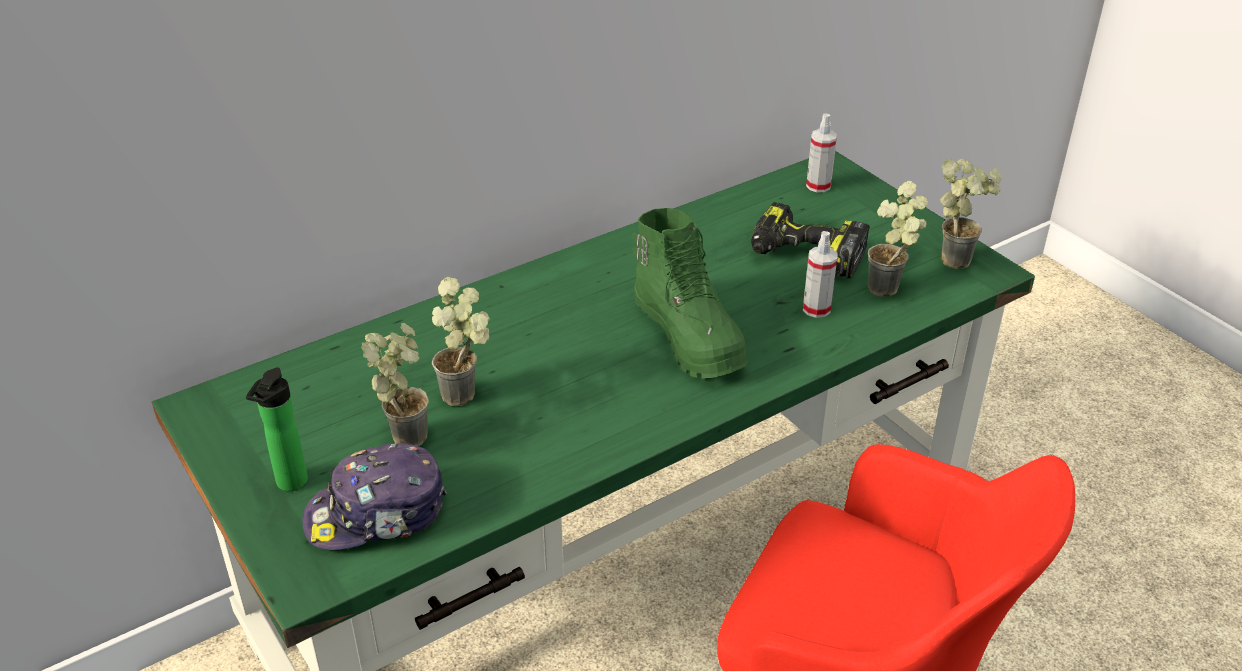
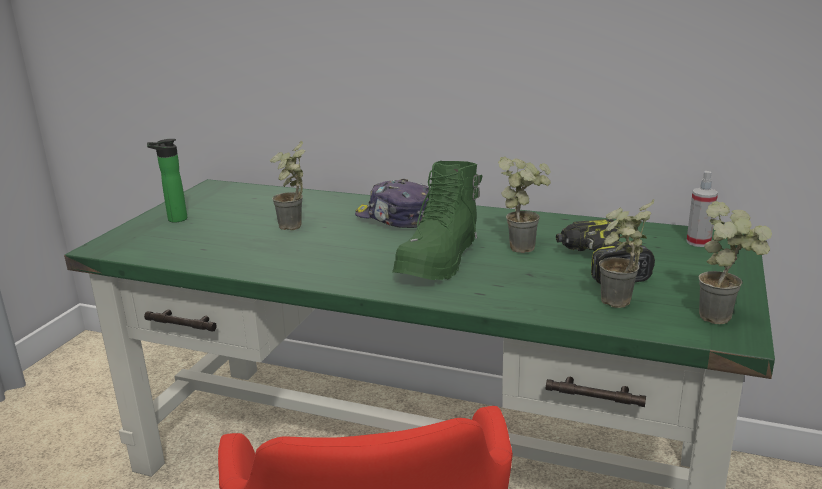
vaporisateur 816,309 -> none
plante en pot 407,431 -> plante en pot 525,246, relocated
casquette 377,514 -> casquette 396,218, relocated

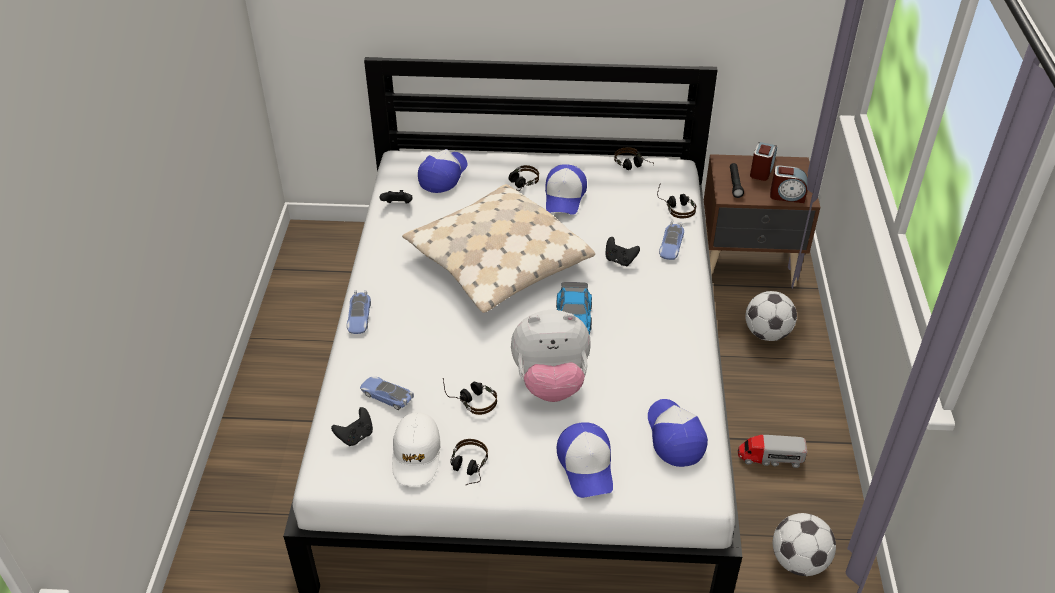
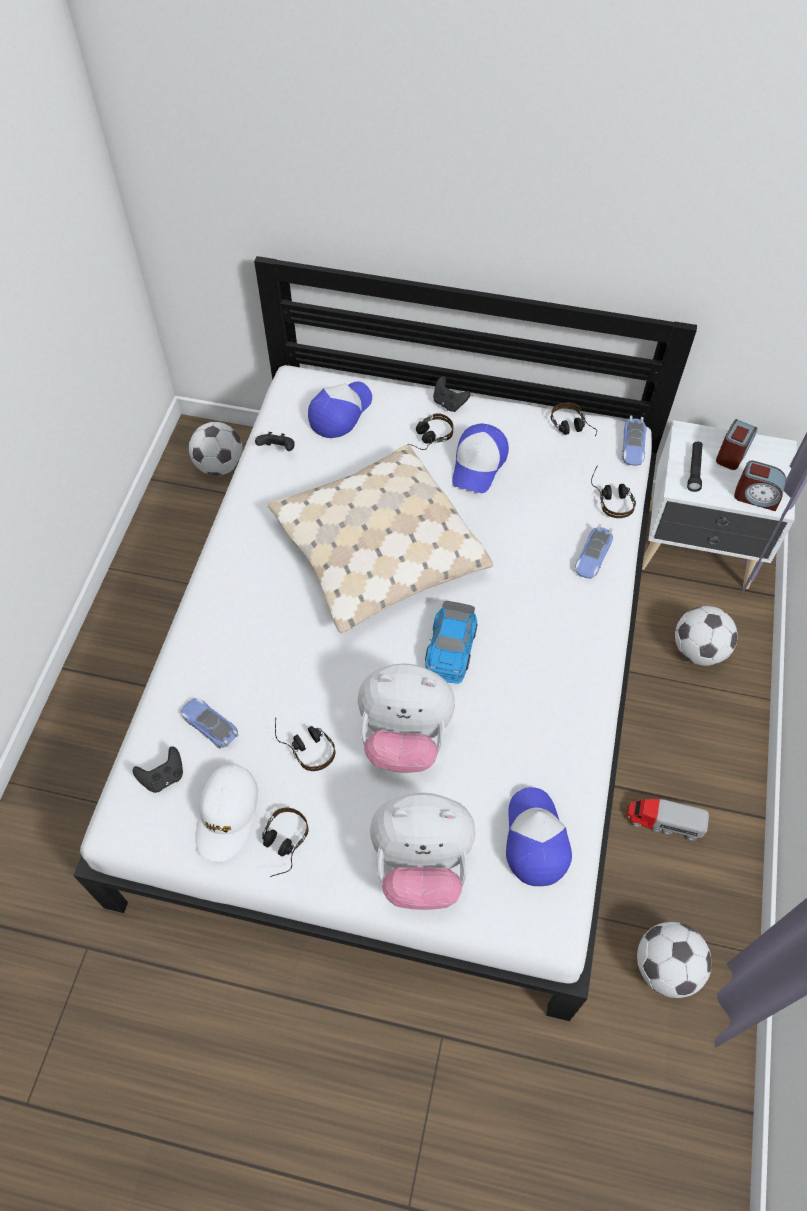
table de chevet/marron 748,264 -> table de chevet/blanc 698,550
manette/noir 620,260 -> manette/noir 449,403, relocated
petite voiture 359,317 -> petite voiture 633,446, relocated
casquette 587,465 -> peluche 421,864
none -> ballon de foot 219,466

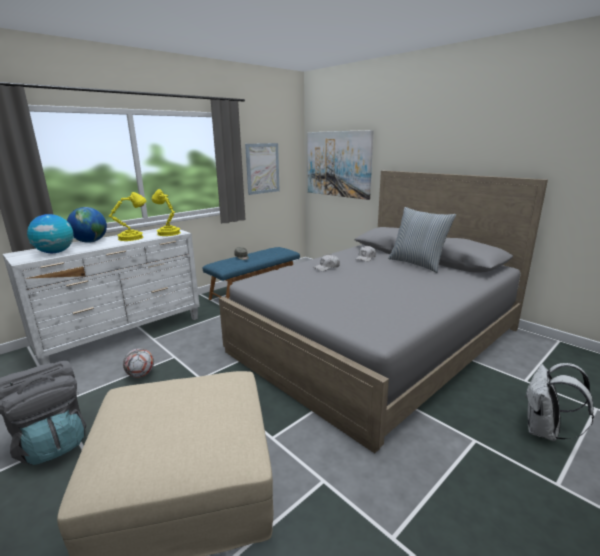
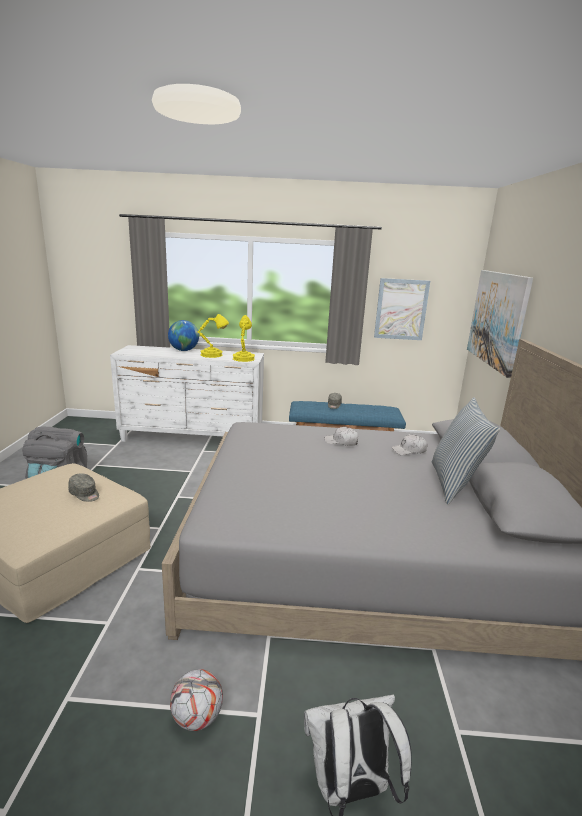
globe 55,252 -> none
ballon de foot 141,375 -> ballon de foot 197,717, relocated
none -> casquette/gris 85,494

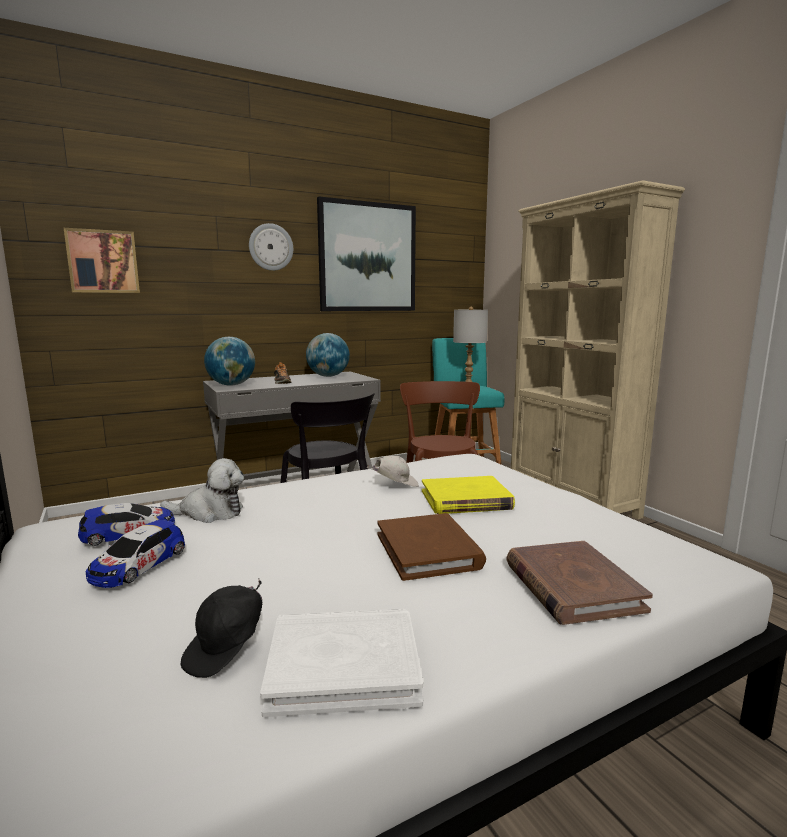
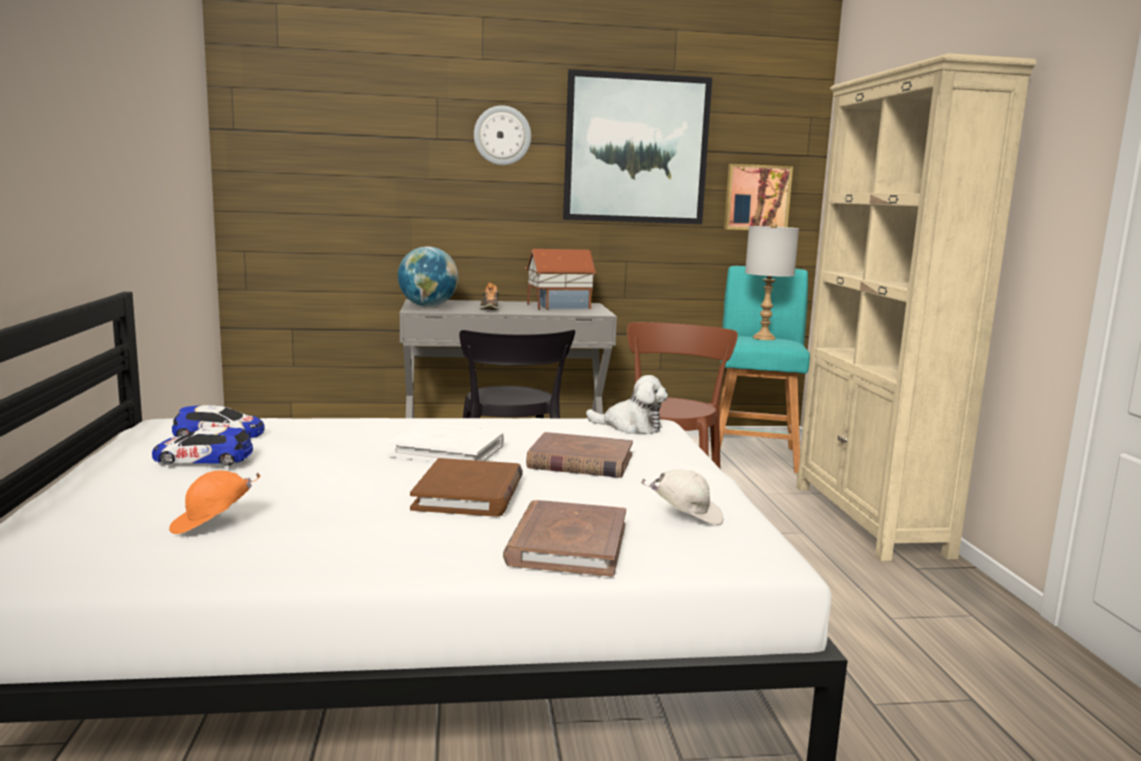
tableau 103,262 -> tableau 756,197, relocated
globe 328,376 -> maison miniature 558,306
casquette/blanc 395,485 -> casquette/blanc 686,516, relocated
peluche 210,512 -> peluche 630,427, relocated
livre/jaune 466,500 -> livre/marron 580,461
petite voiture 138,564 -> petite voiture 203,458, 45 degrees clockwise
casquette/noir 228,649 -> casquette/orange 212,524
livre/blanc 343,665 -> livre/blanc 448,450, relocated

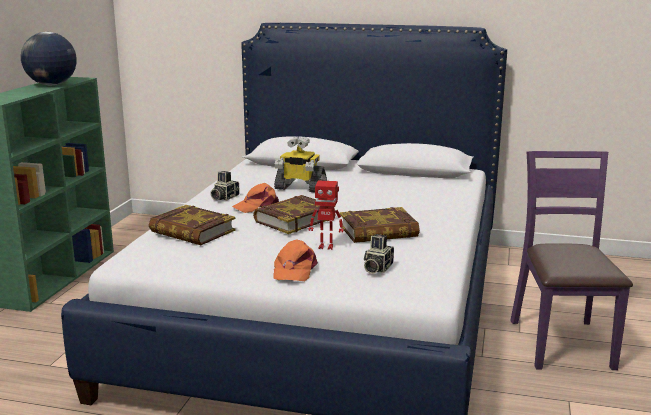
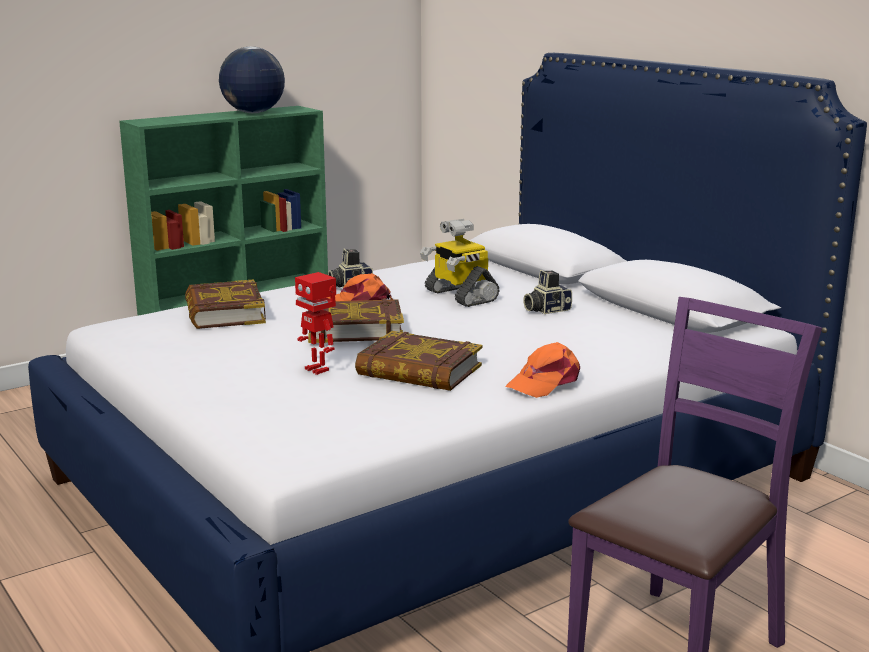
appareil photo 376,268 -> appareil photo 546,310, relocated
casquette/orange 294,270 -> casquette/orange 544,382, relocated

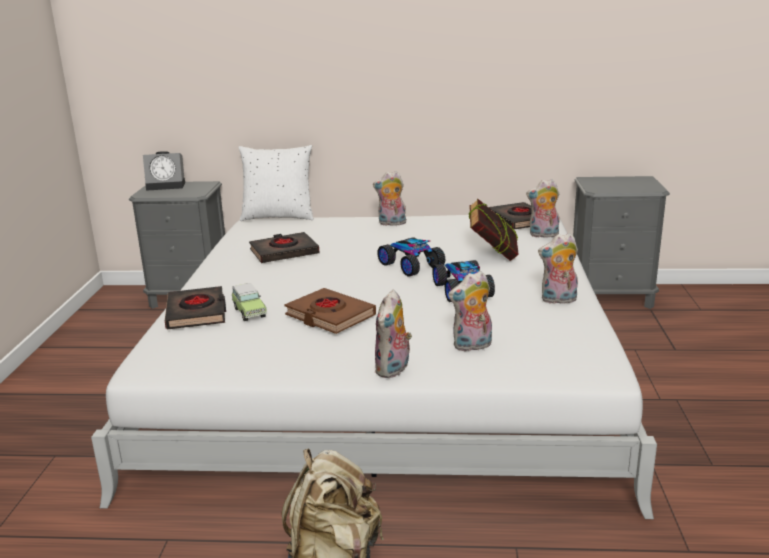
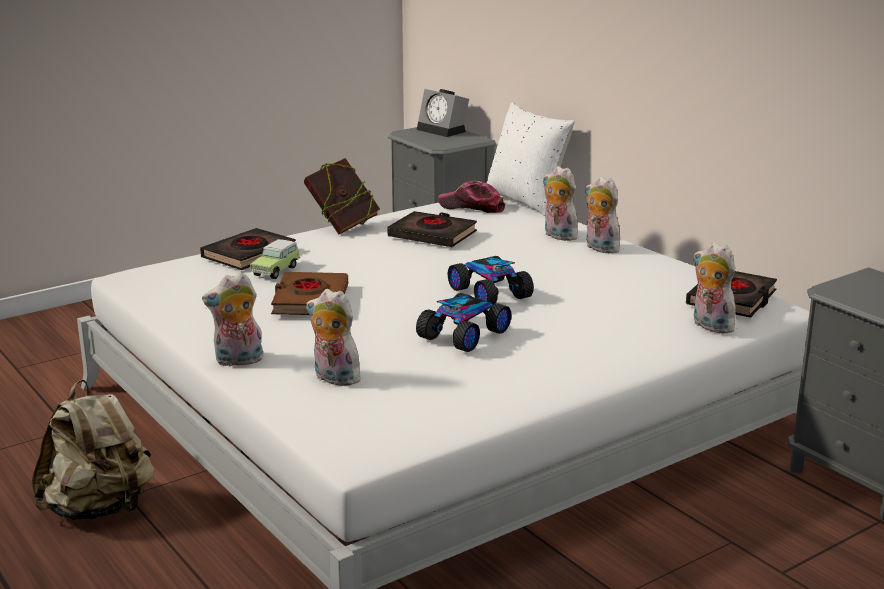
livre 492,256 -> livre 342,226, relocated
peluche 558,300 -> peluche 557,236, relocated
petite voiture 411,265 -> petite voiture 490,293, 45 degrees counterclockwise
none -> casquette 472,207

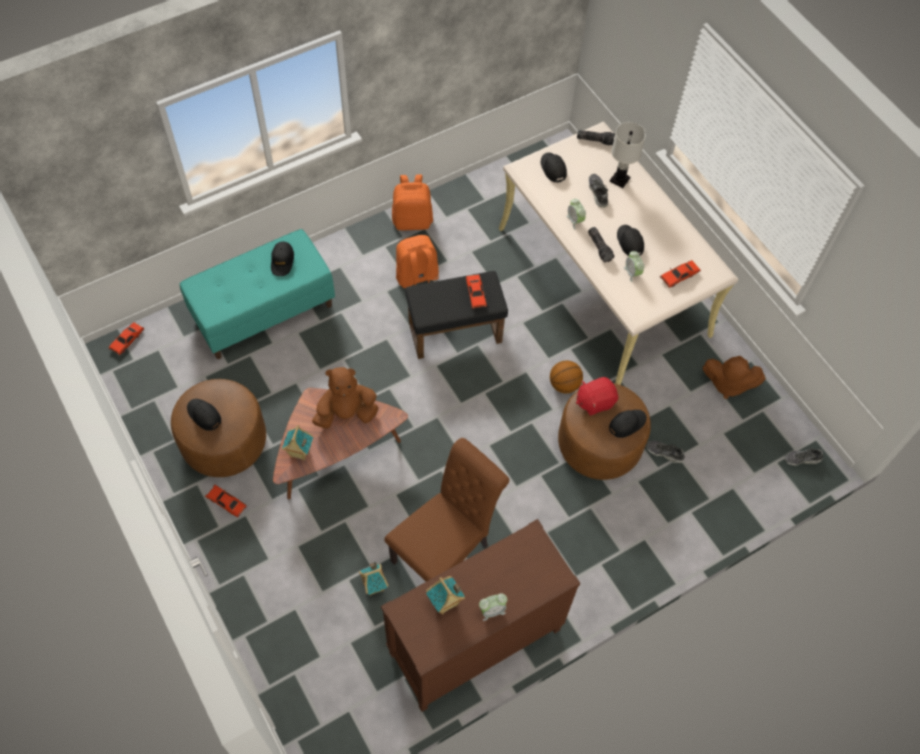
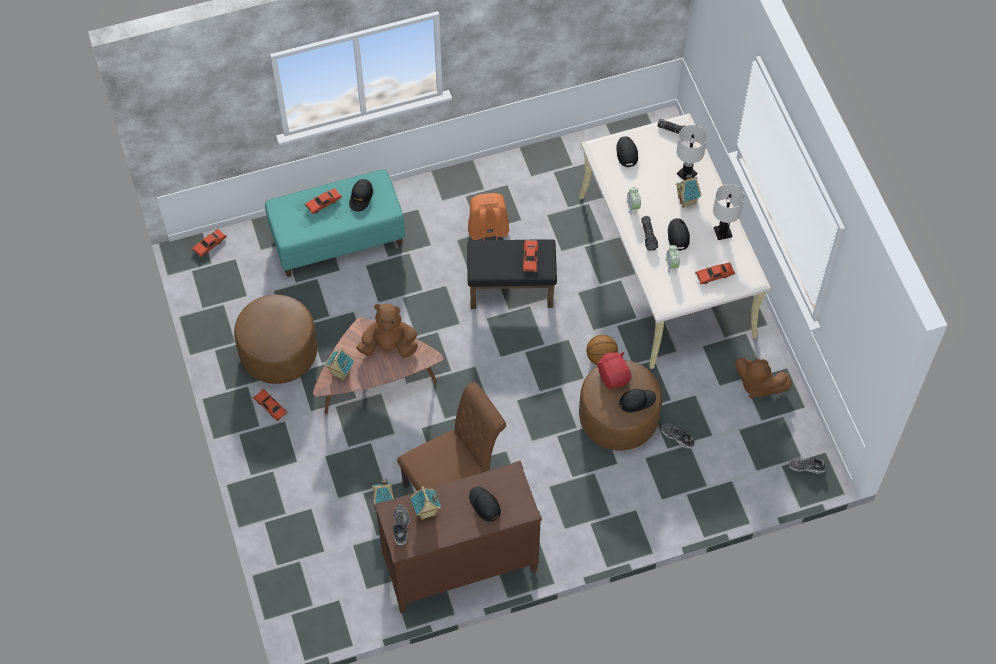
sac à dos/orange 412,220 -> none
chaussure 597,193 -> chaussure 400,526, relocated
peluche/rouge 595,401 -> peluche/rouge 613,376, 75 degrees clockwise
casquette/noir 204,415 -> casquette/noir 484,505, relocated
réveil 492,610 -> none
none -> maison miniature 687,201
none -> lampe de table/blanc 722,232
none -> petite voiture/rouge 323,203

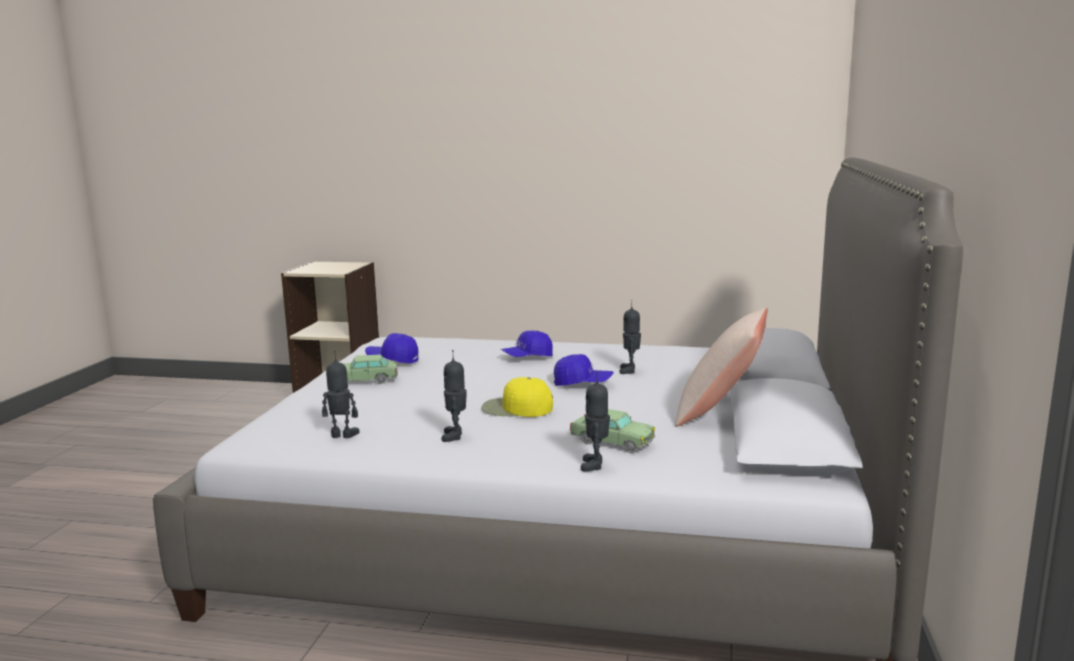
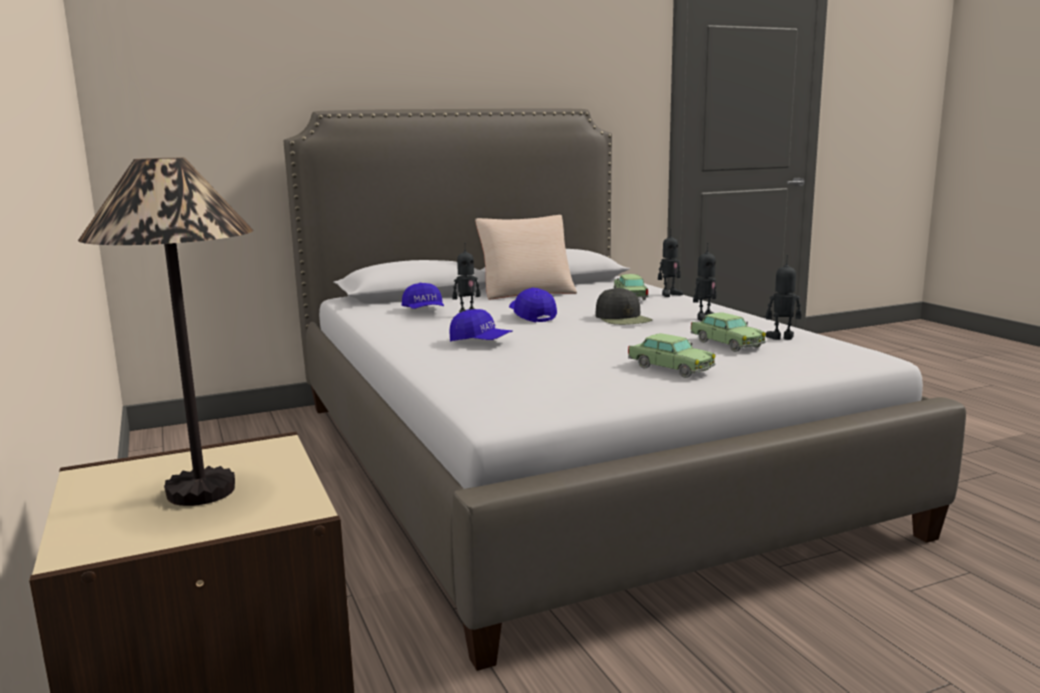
casquette/bleu 393,360 -> casquette/bleu 424,311, relocated
robot jouet 342,436 -> robot jouet 781,338, 120 degrees clockwise
casquette/jaune 516,408 -> casquette/noir 623,319
none -> lampe de table 200,491
none -> petite voiture 726,344

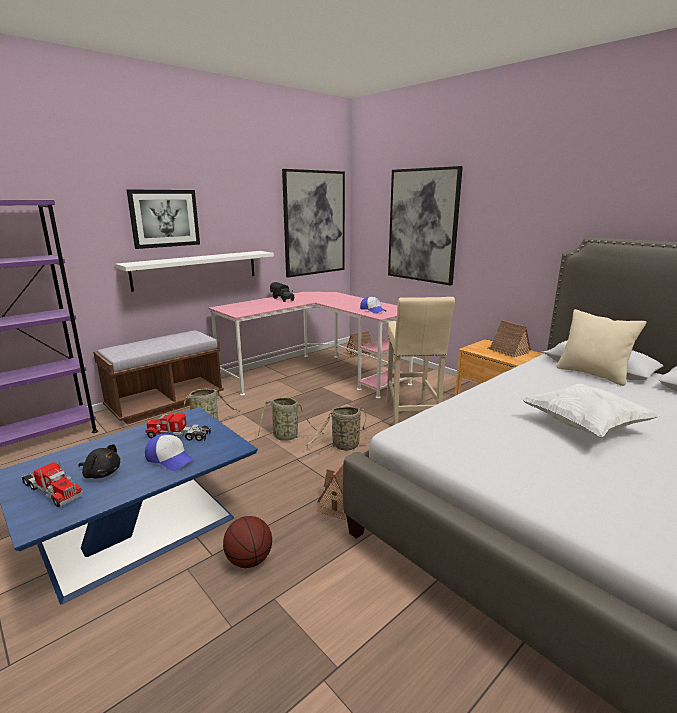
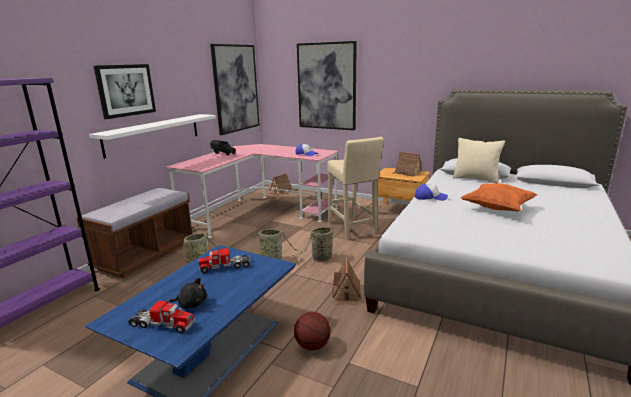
coussin/blanc 584,426 -> coussin/orange 497,208
casquette 170,458 -> casquette 430,197, relocated

